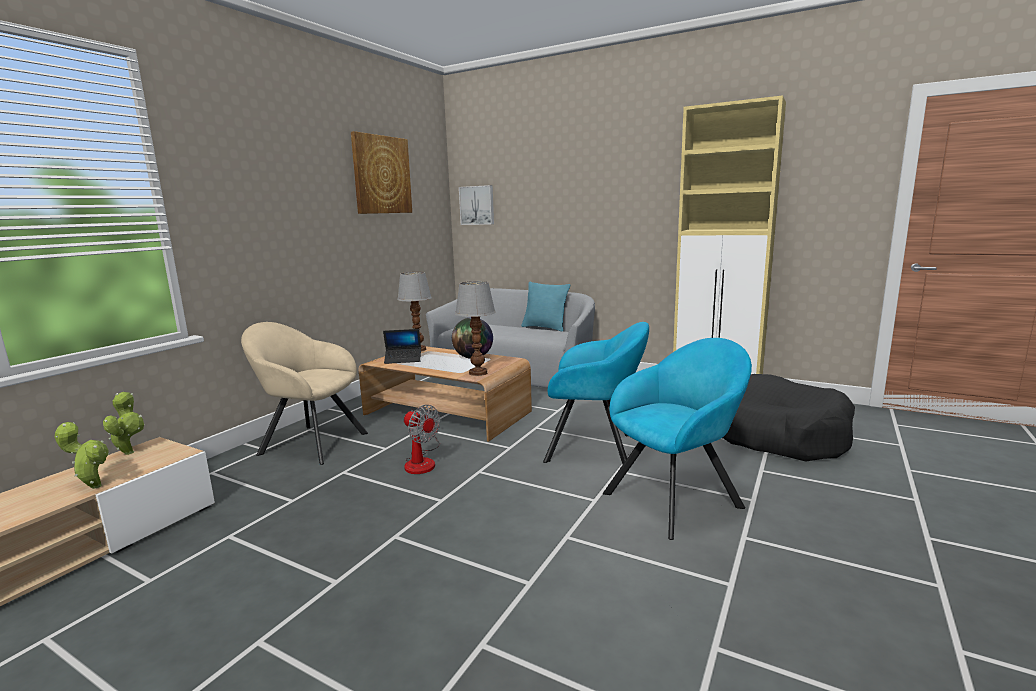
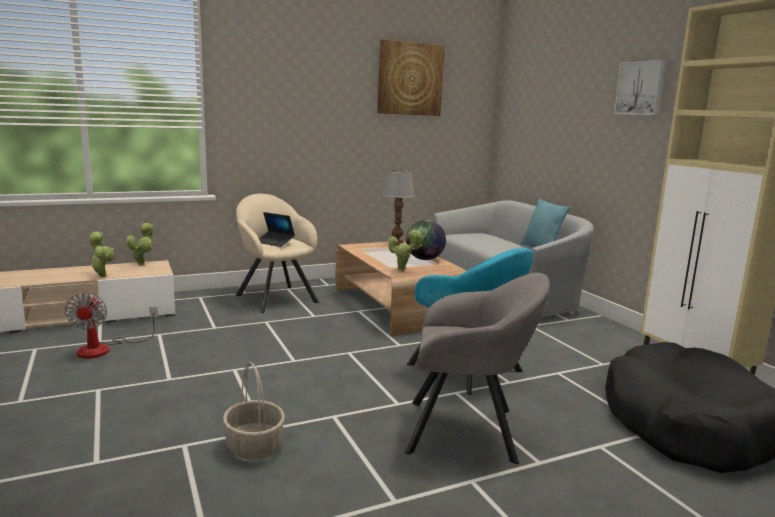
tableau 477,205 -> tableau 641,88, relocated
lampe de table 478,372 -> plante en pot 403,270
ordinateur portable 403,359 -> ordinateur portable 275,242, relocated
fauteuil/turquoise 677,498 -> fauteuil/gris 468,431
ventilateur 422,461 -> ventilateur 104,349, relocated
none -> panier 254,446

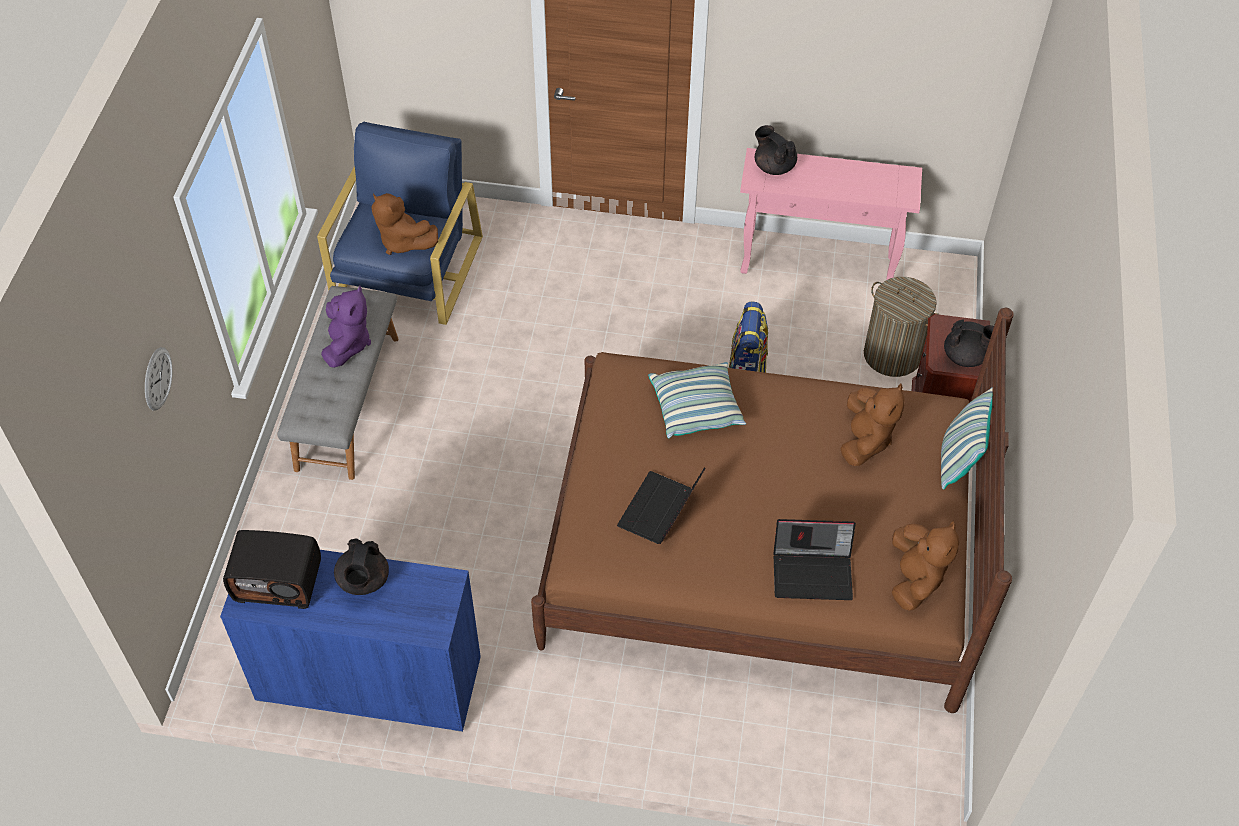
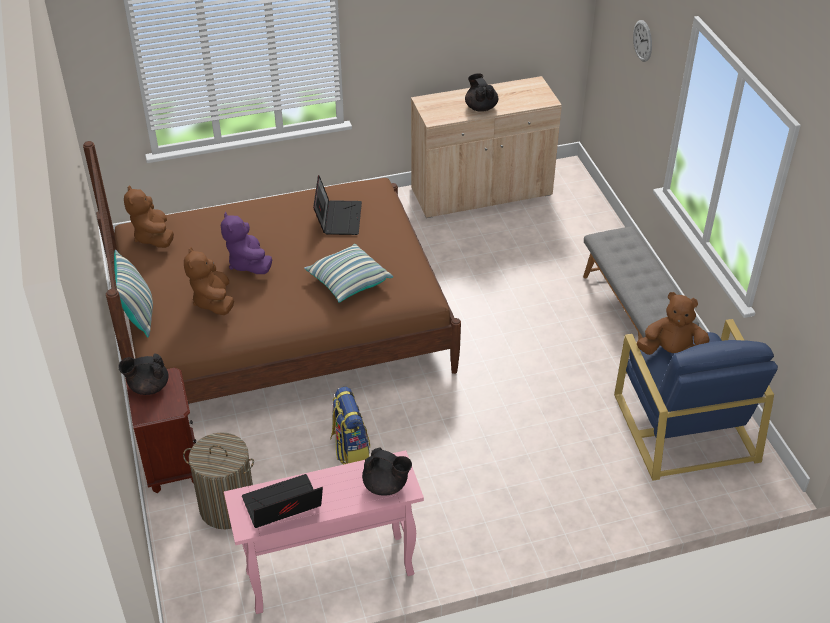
peluche/violet 347,344 -> peluche/violet 248,263, relocated
ordinateur portable 813,572 -> ordinateur portable 282,507, relocated
radio 278,580 -> none
meuble de rangement/bleu 369,679 -> meuble de rangement/beige 481,192

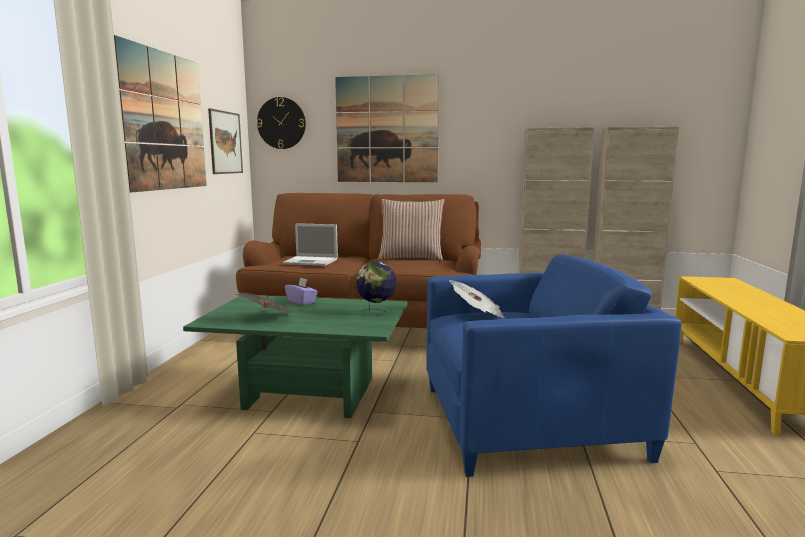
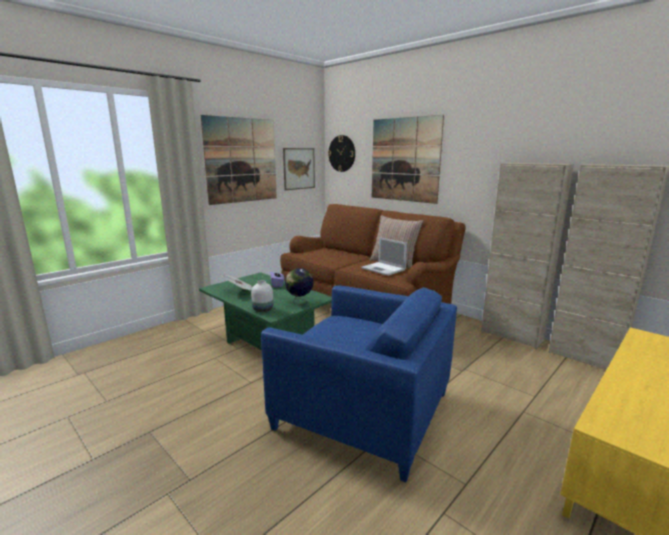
ordinateur portable 312,261 -> ordinateur portable 384,269, relocated
journal 477,314 -> none
none -> vase/blanc 262,310

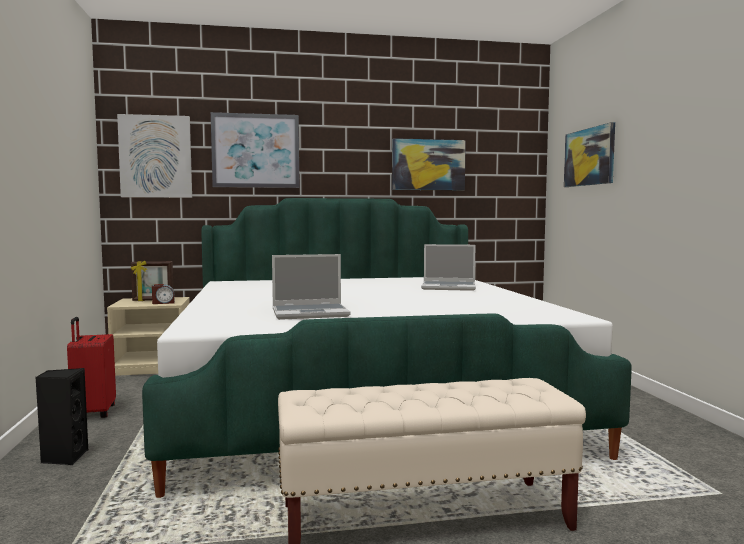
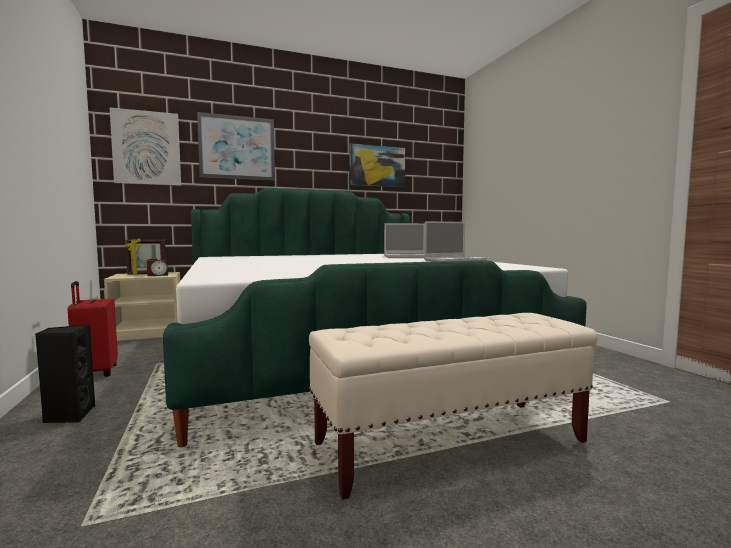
tableau 589,157 -> none
ordinateur portable 311,313 -> ordinateur portable 454,261, relocated

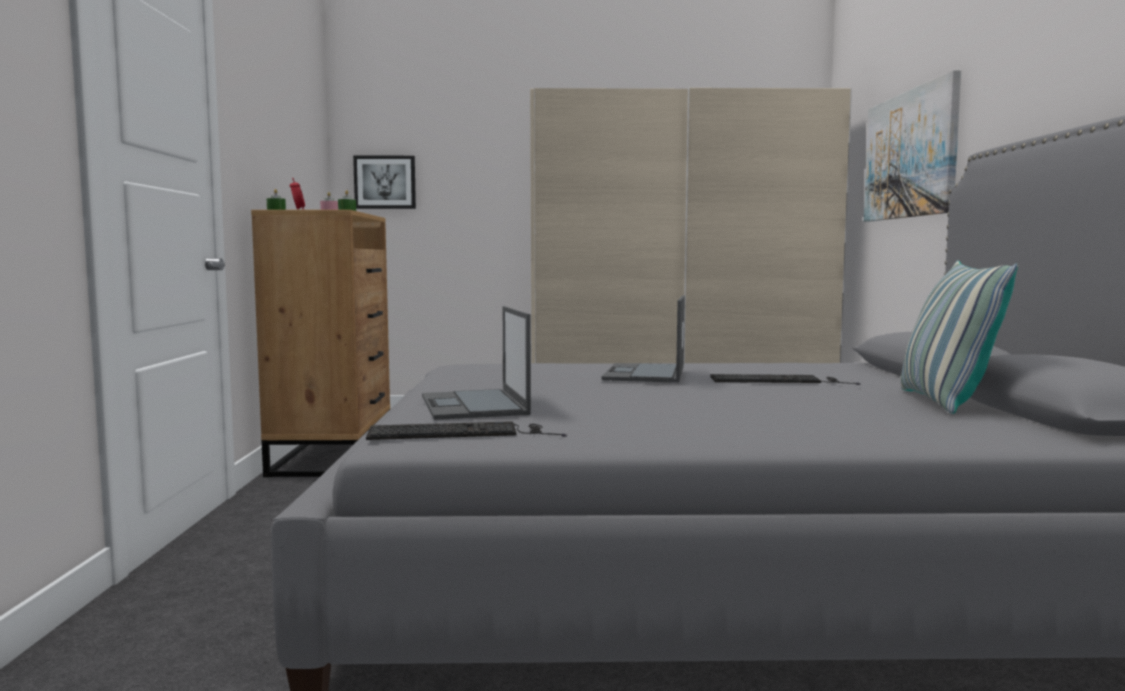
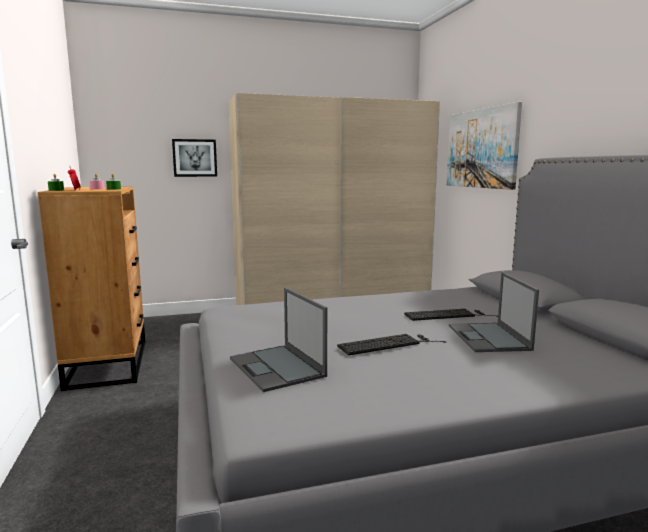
tableau 385,182 -> tableau 195,158, relocated
coussin 944,402 -> none
ordinateur portable 645,374 -> ordinateur portable 489,338, relocated
clavier 461,433 -> clavier 388,344, relocated

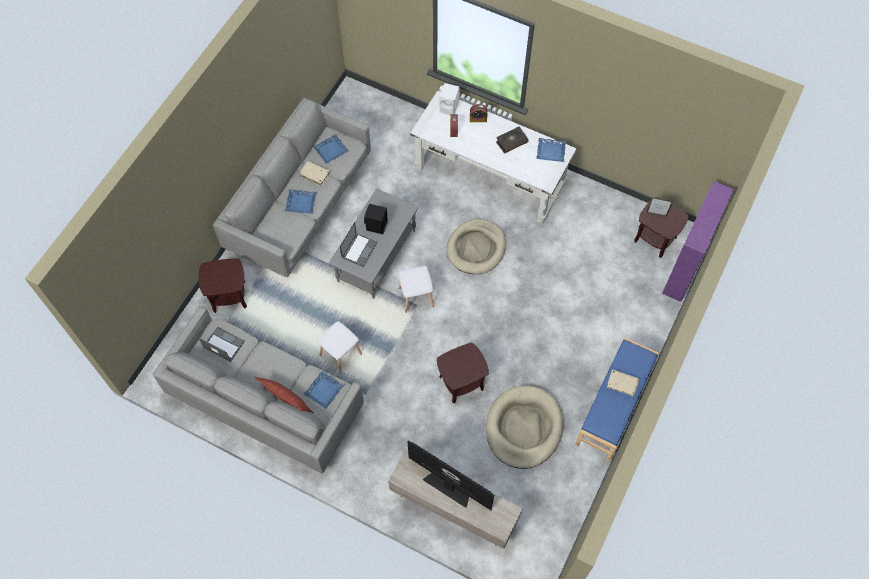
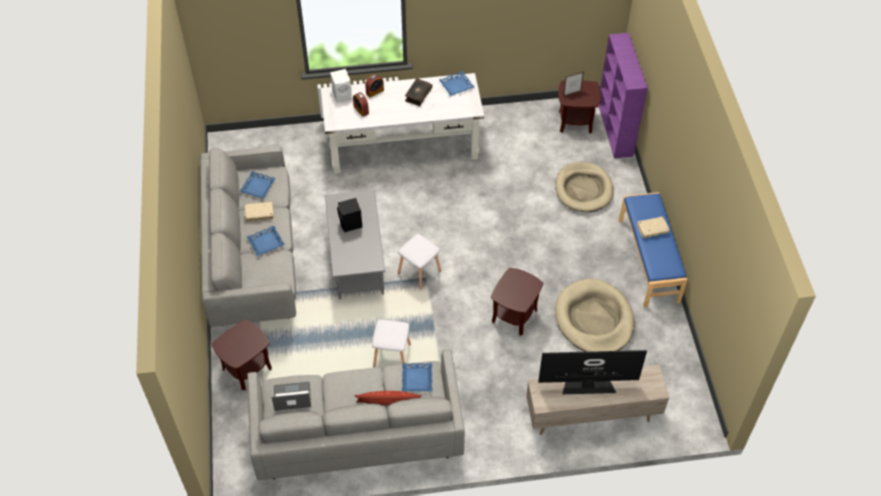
panier pour chien/beige 476,248 -> panier pour chien/beige 583,189, relocated
ordinateur portable 359,249 -> none

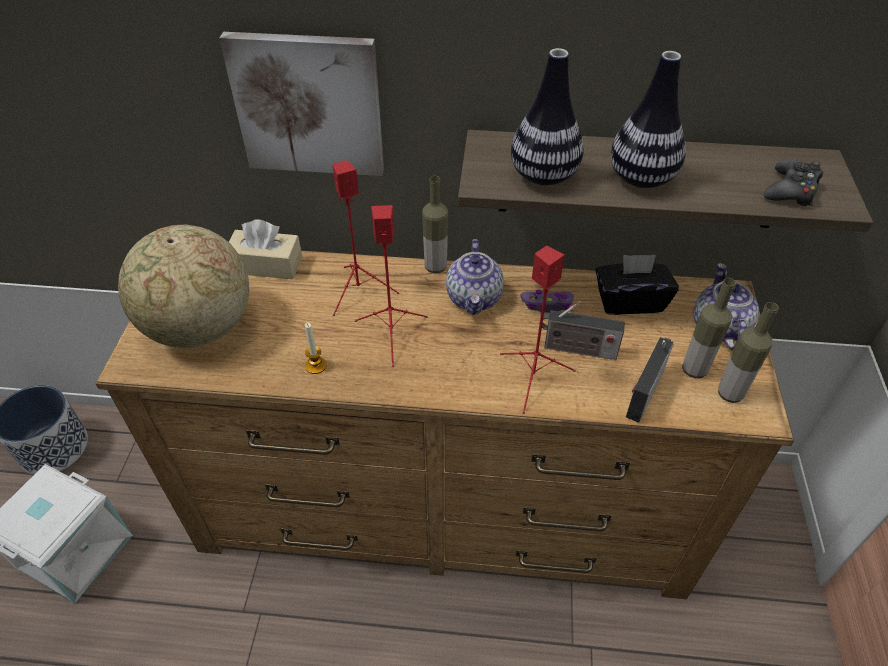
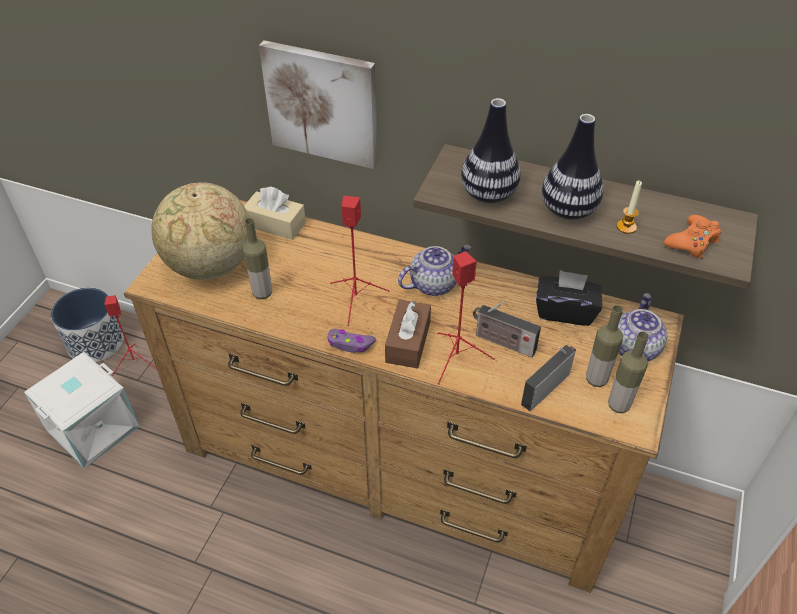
manette/noir 791,190 -> manette/orange 692,242
enceinte/rouge 360,291 -> enceinte/rouge 135,362, relocated
bouteille 435,267 -> bouteille 262,293, relocated
théière 475,298 -> théière 434,283, 135 degrees counterclockwise
manette/violet 547,305 -> manette/violet 350,344, relocated
bougie 316,366 -> bougie 626,227, relocated
none -> boîte à mouchoirs/marron 408,342

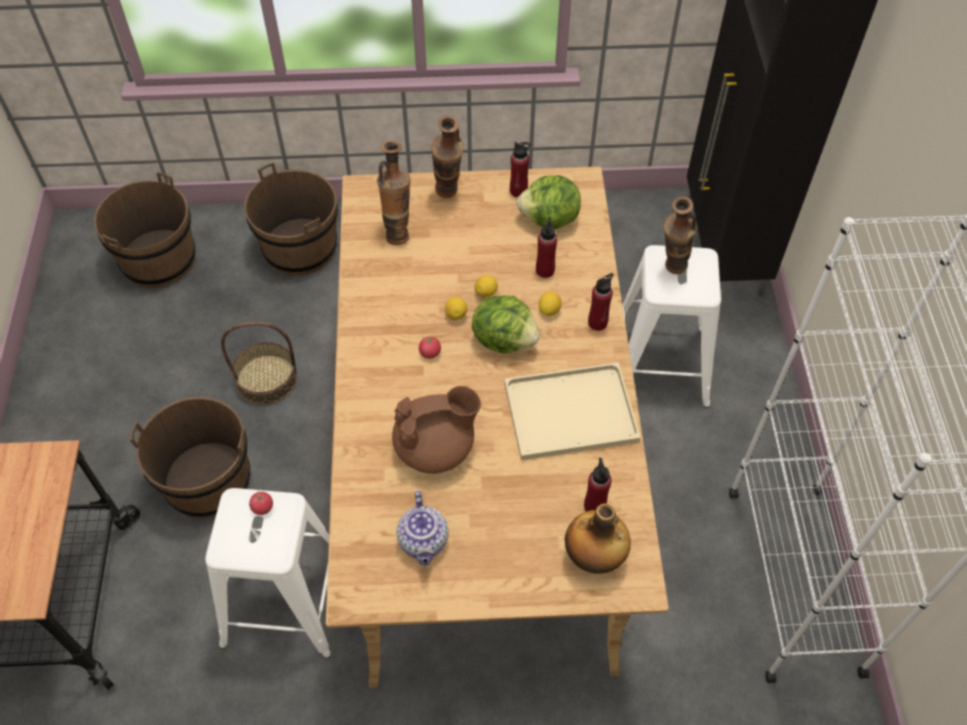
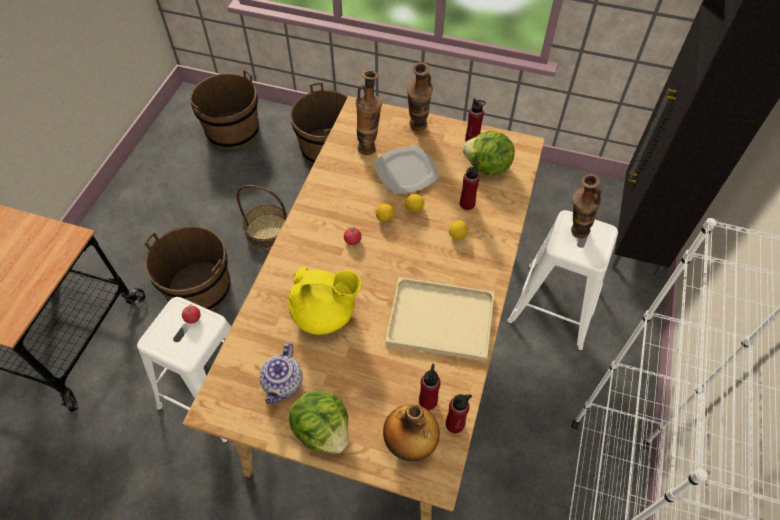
bouteille/rouge 597,322 -> bouteille/rouge 455,424, relocated
laitue 504,339 -> laitue 323,430, relocated
théière/marron 436,447 -> théière/jaune 325,314
none -> assiette 406,172

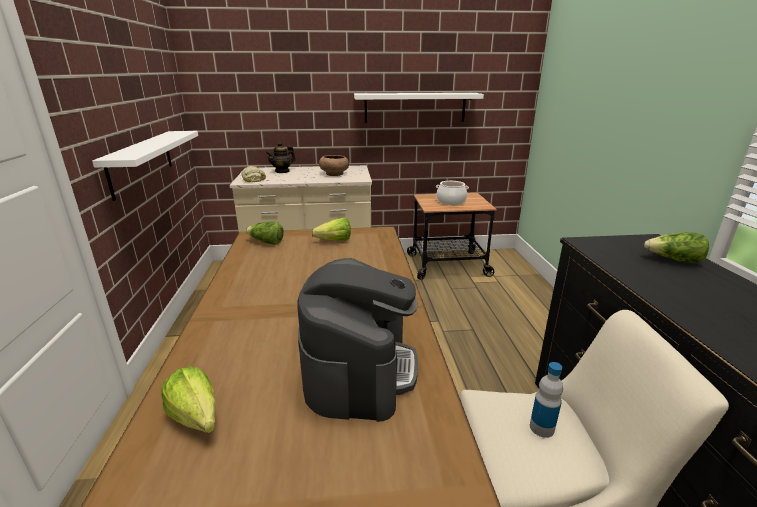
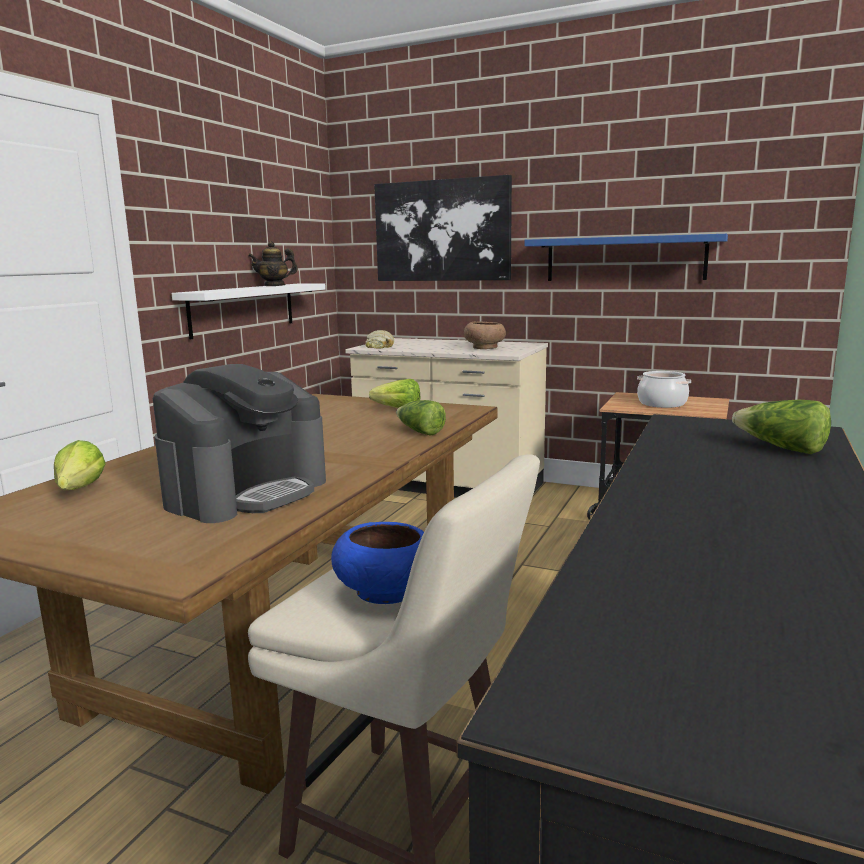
étagère/blanc 415,107 -> étagère/bleu 625,259
théière 282,171 -> théière 274,285, relocated
laitue 266,242 -> laitue 419,432, relocated
bouteille 541,428 -> bol/bleu 385,590
none -> tableau 442,231

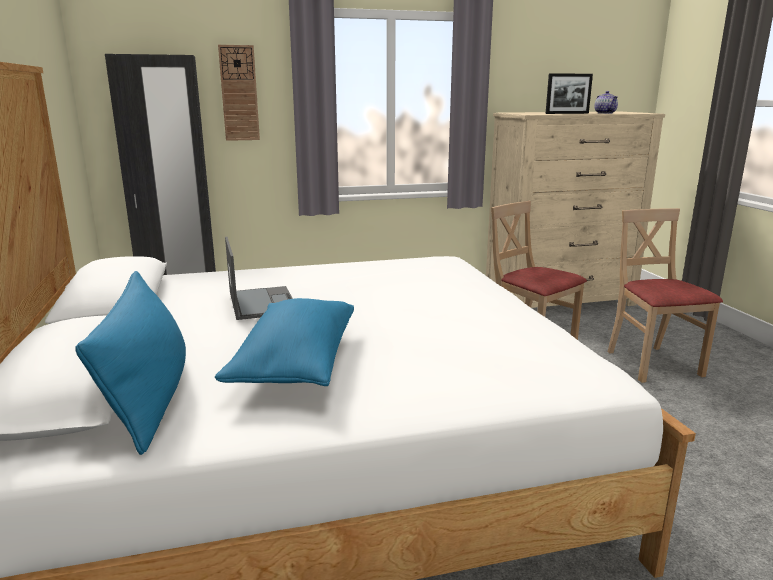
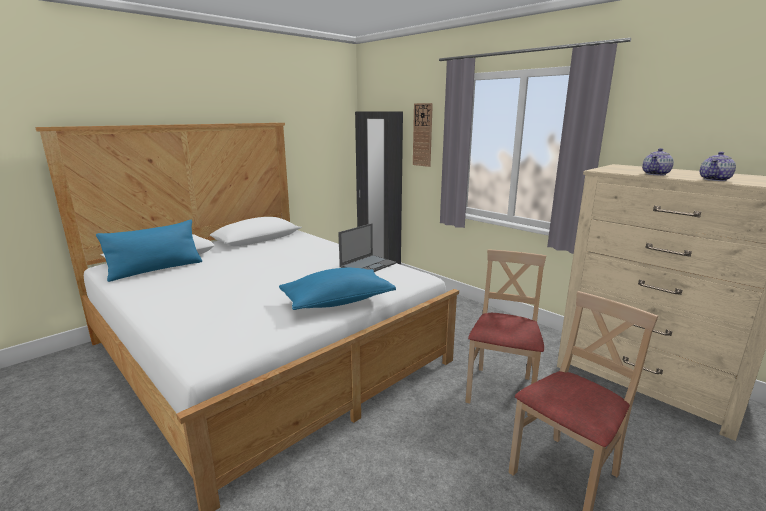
cadre photo 567,113 -> théière 656,174
ordinateur portable 262,303 -> ordinateur portable 368,265, relocated
coussin/bleu 295,363 -> coussin/bleu 337,302, relocated

